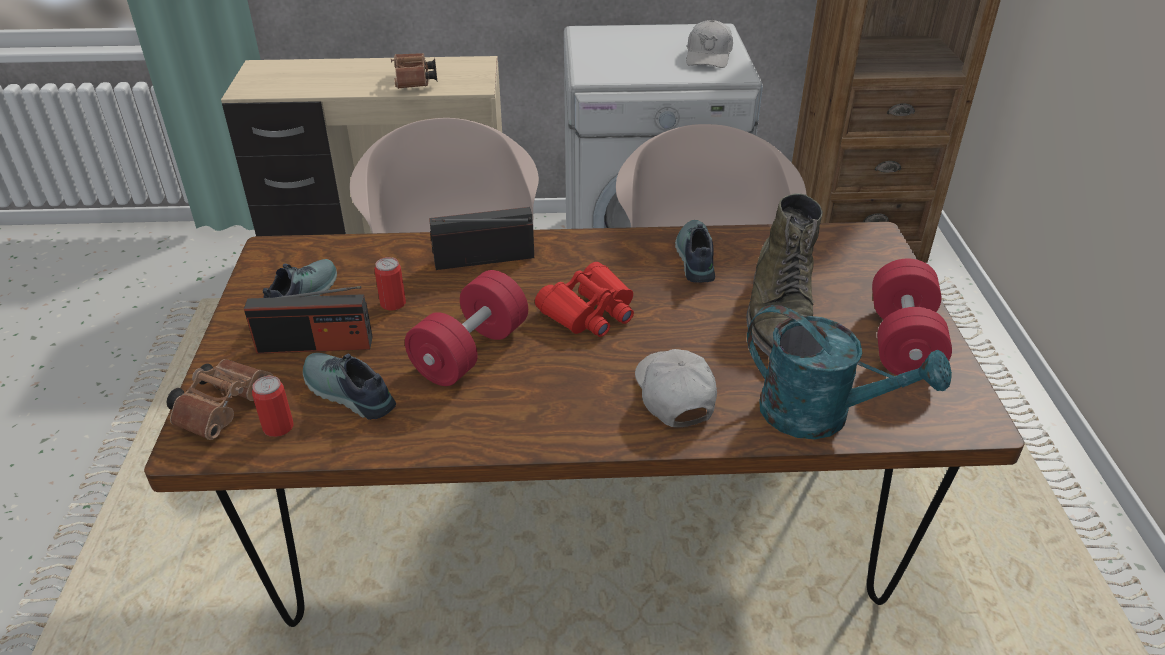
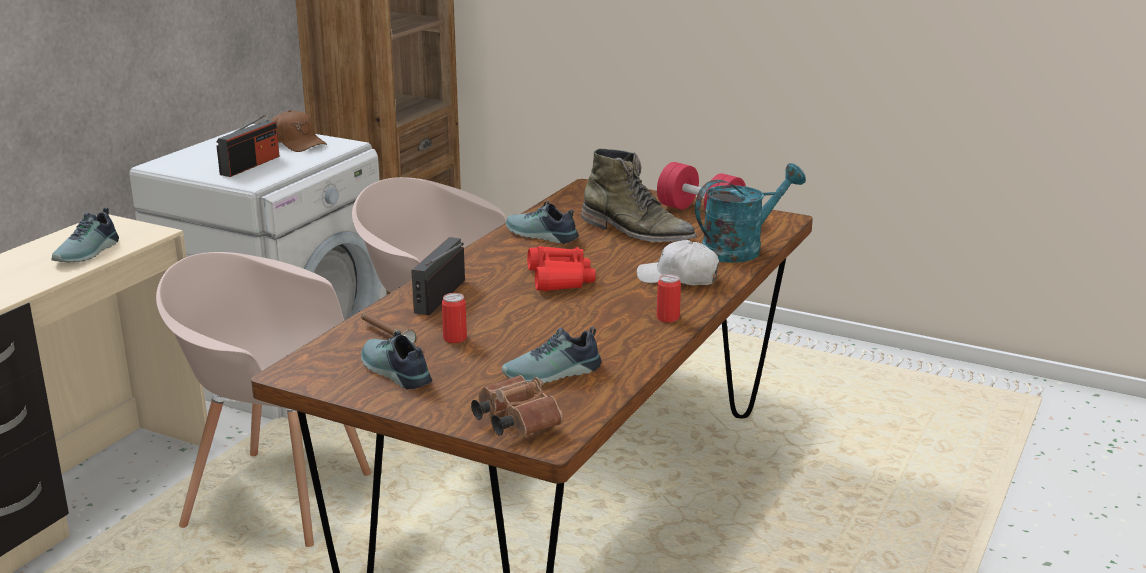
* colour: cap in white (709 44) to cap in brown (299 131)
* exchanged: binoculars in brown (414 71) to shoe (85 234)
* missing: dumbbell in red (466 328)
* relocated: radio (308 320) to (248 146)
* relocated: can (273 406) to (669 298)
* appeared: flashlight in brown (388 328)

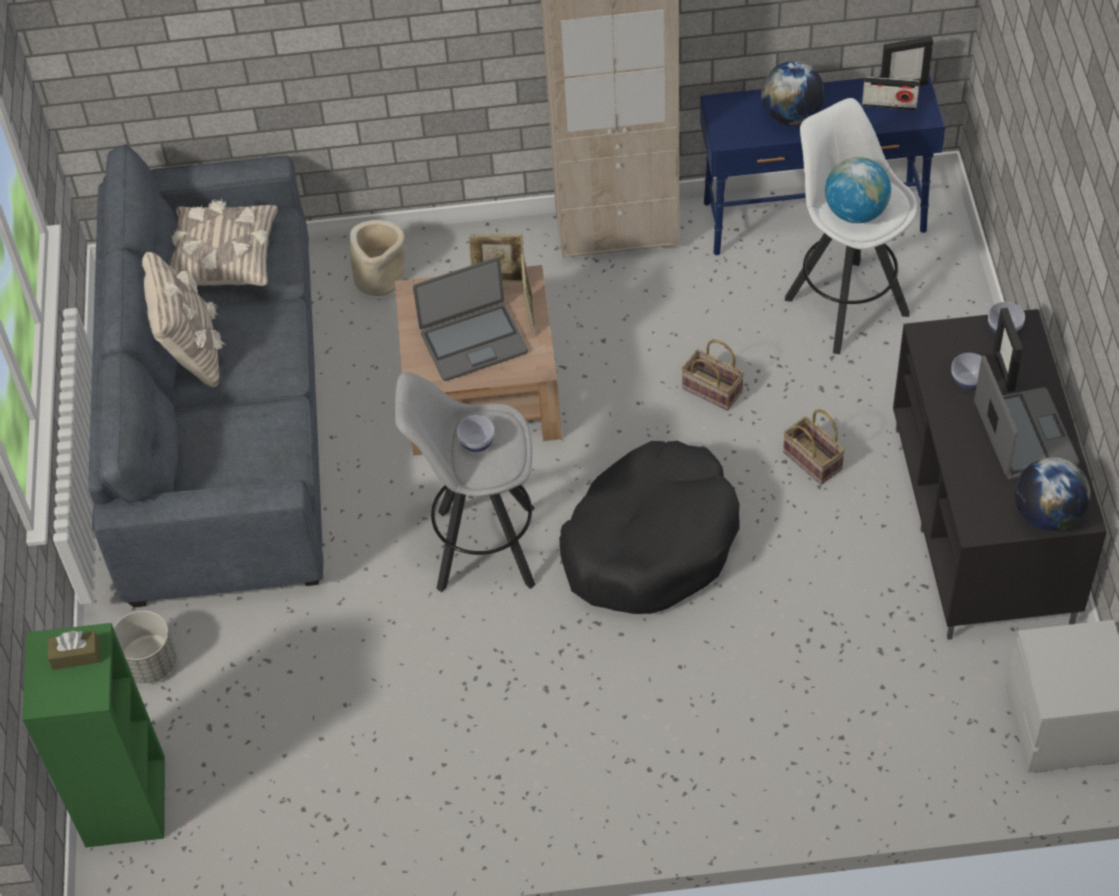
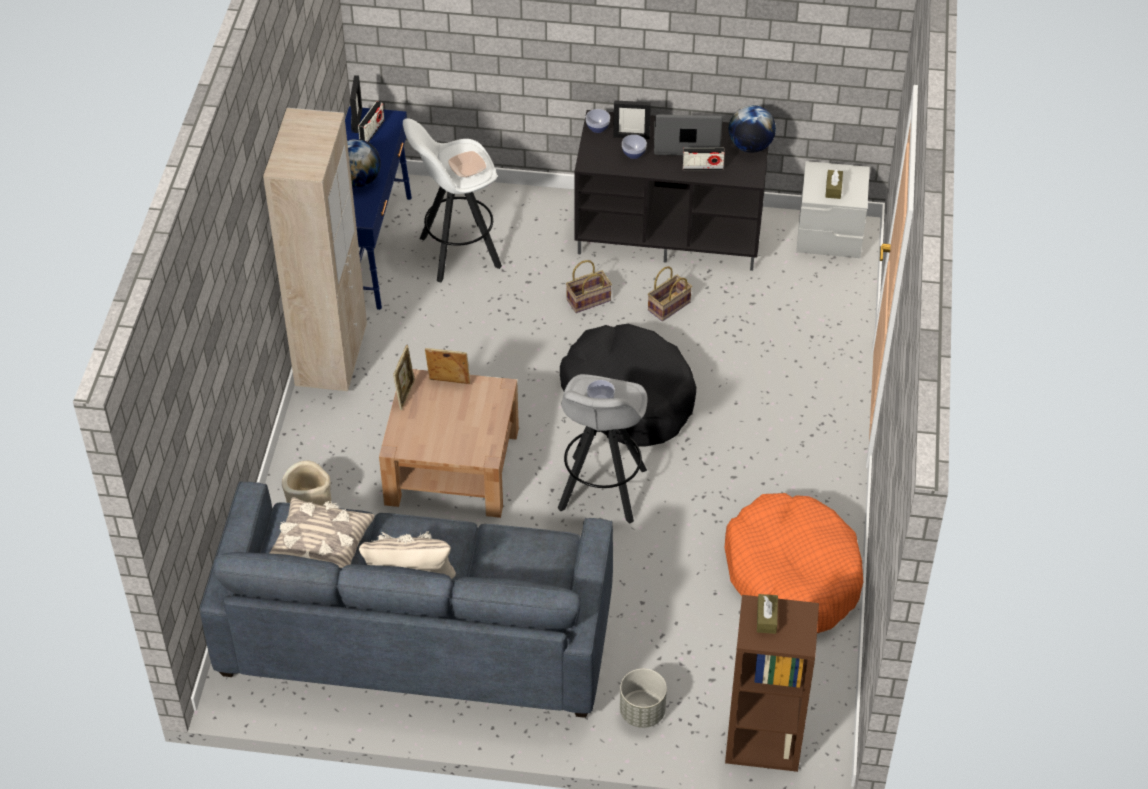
* exchanged: globe (858 190) to bowl (467 164)
* missing: laptop (470 319)
* relocated: basket (712 375) to (670 293)
* colour: bookcase in green (93 735) to bookcase in brown (772 683)
* appeared: radio (703 159)
* appeared: tissue box in brown (834 184)
* appeared: dog bed in orange (794 563)

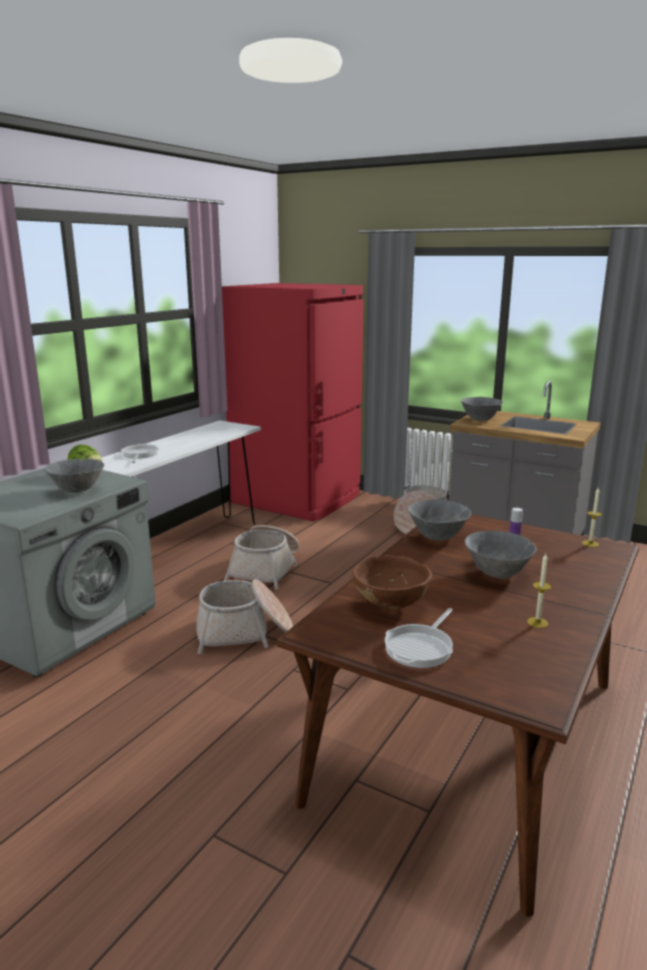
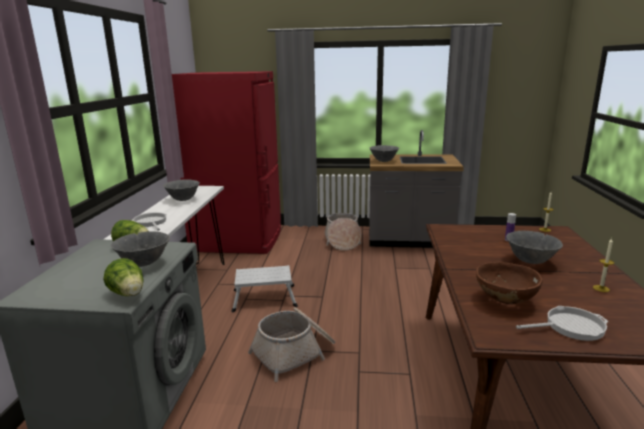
* relocated: bowl in grey (439 520) to (181 190)
* exchanged: basket (261 557) to step ladder in white (264 288)
* spun: frying pan (419 638) = (562 323) 105 degrees counterclockwise
* appeared: lettuce (123 277)

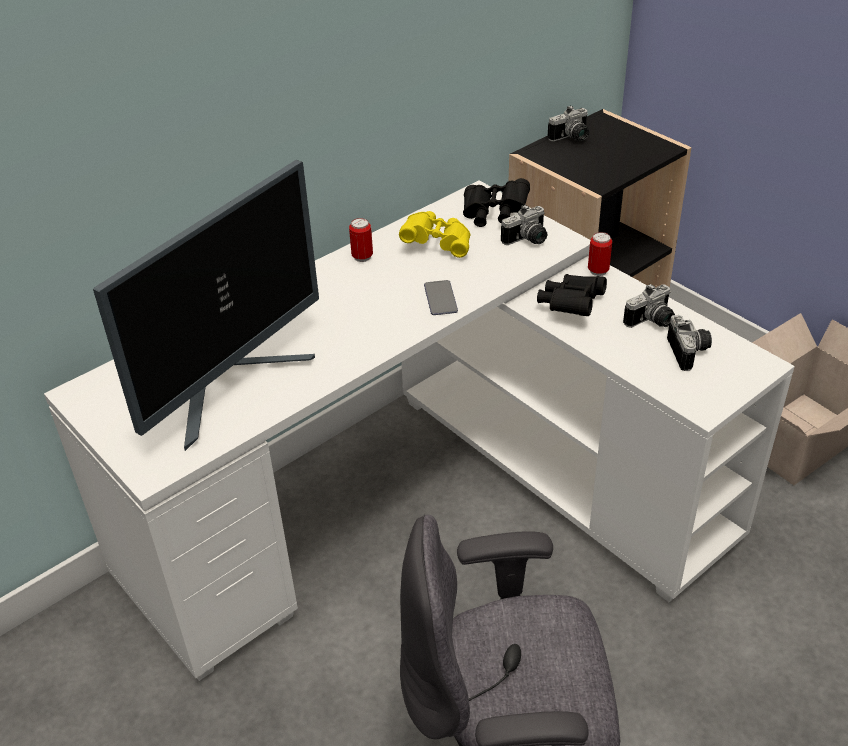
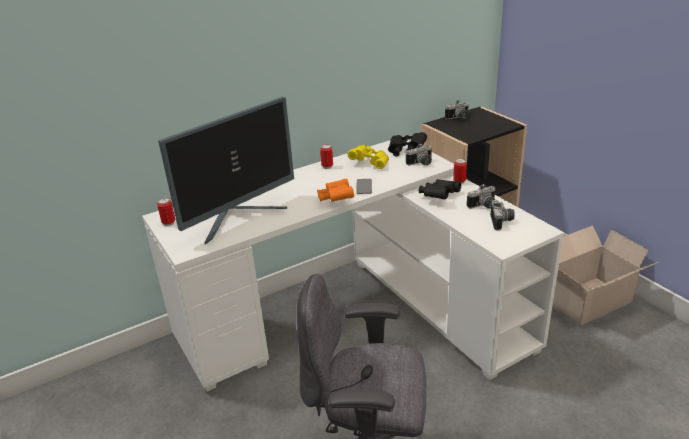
* appeared: binoculars in orange (335 190)
* appeared: can (166 212)

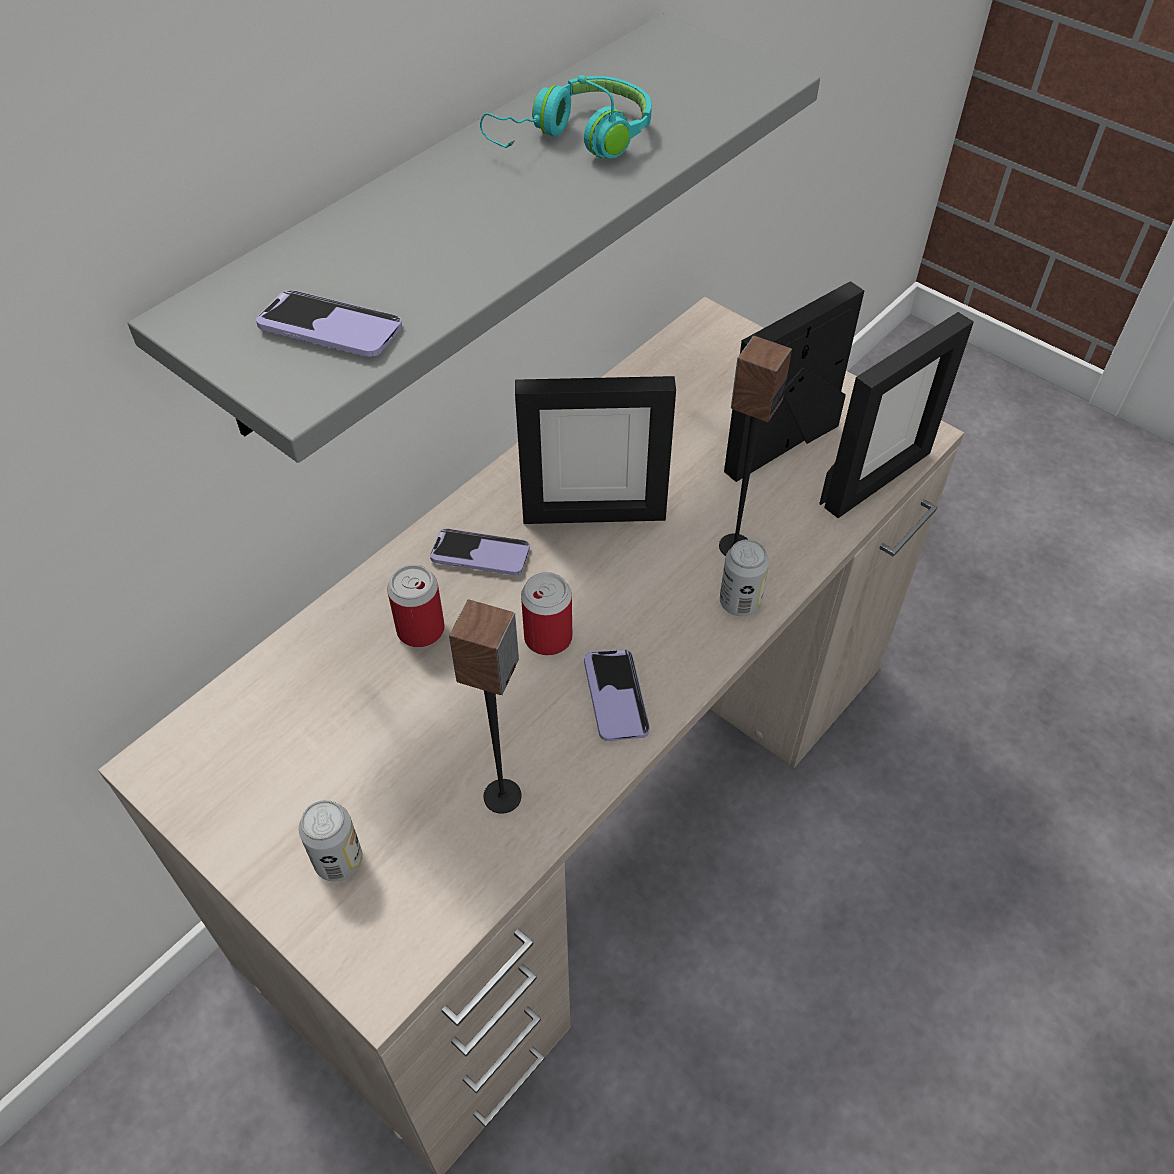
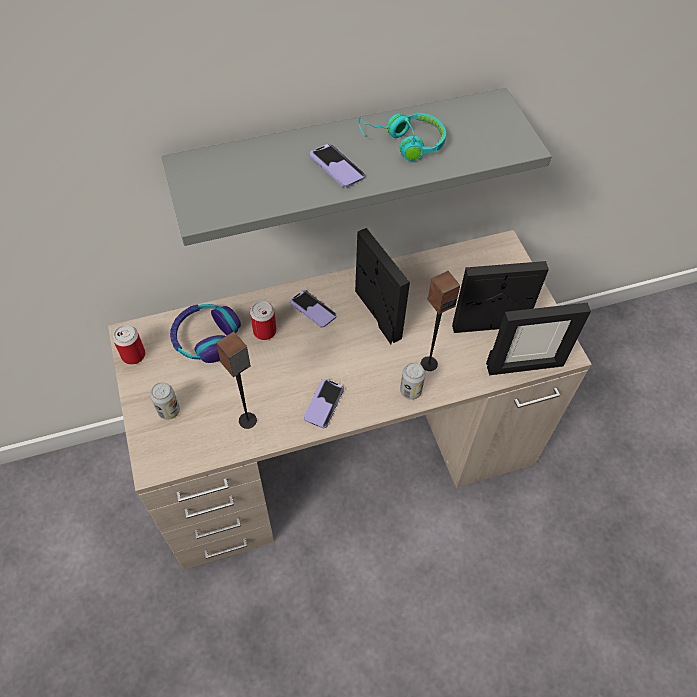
* relocated: phone (329 323) to (337 165)
* spun: picture frame (595 450) = (382 286) 150 degrees counterclockwise
* relocated: can (546 613) to (129 344)
* appeared: headphones (205 333)

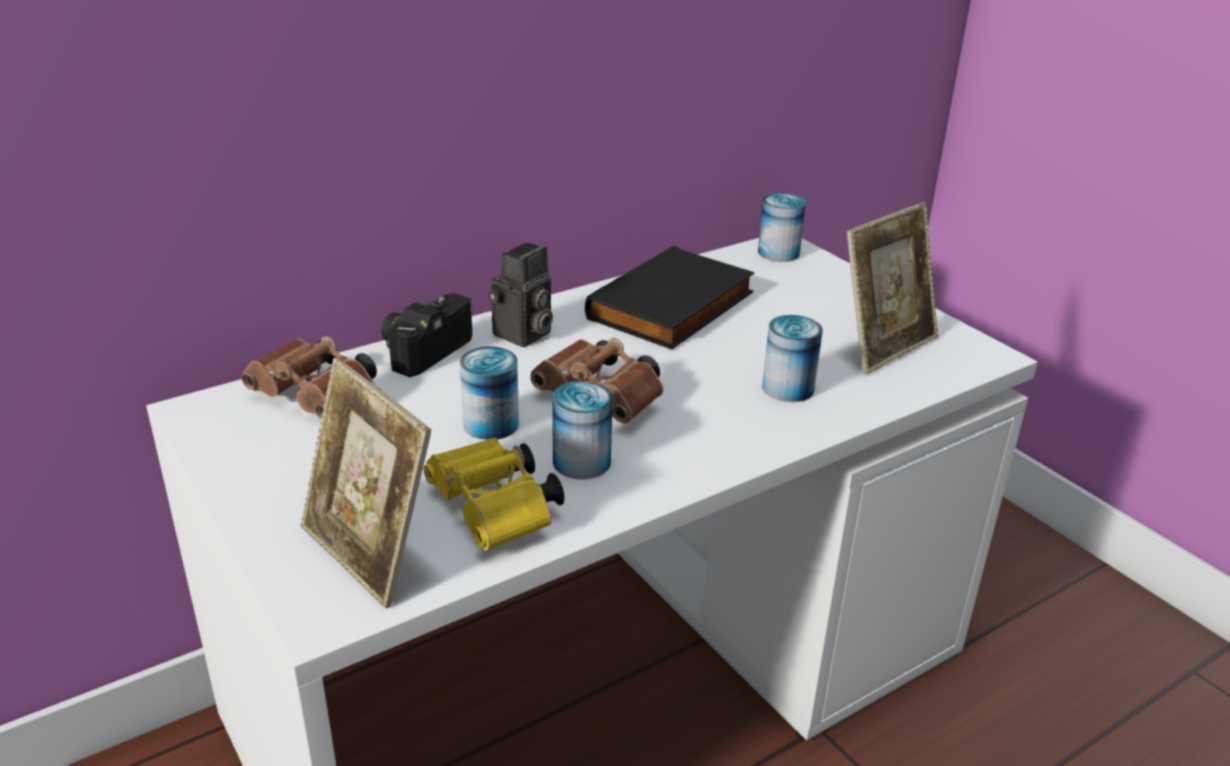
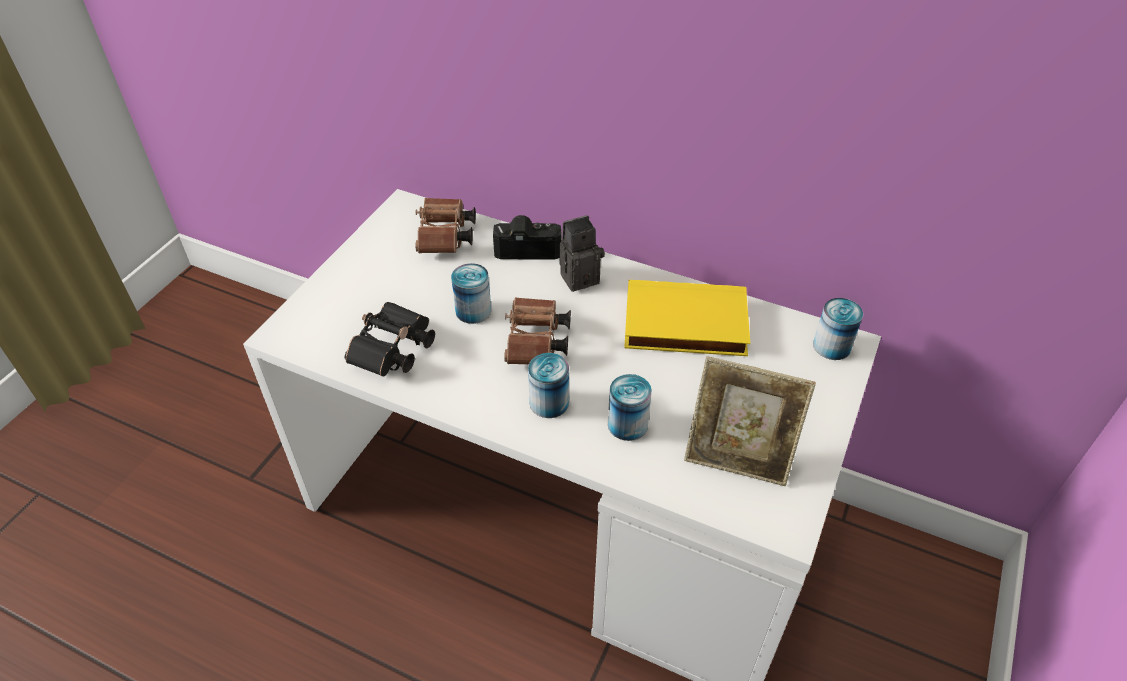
* spun: photo camera (520 294) = (582 253) 150 degrees clockwise
* colour: book in black (670 297) to book in yellow (687 318)
* missing: picture frame (366 483)
* relocated: can (582 430) to (548 385)
* colour: binoculars in yellow (494 494) to binoculars in black (390 339)

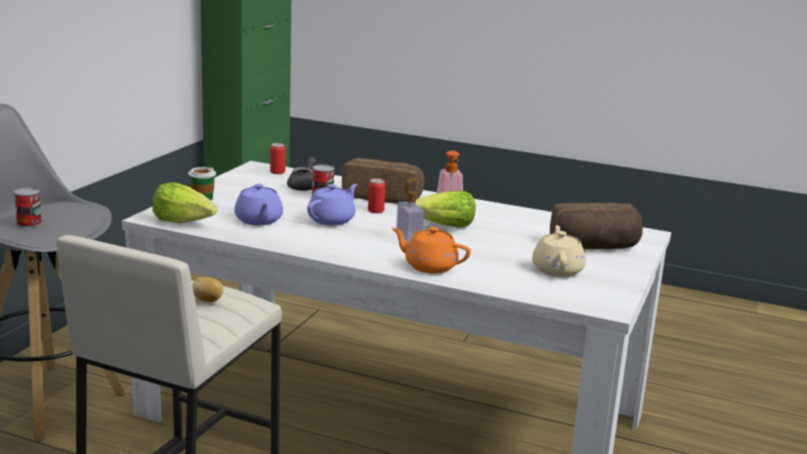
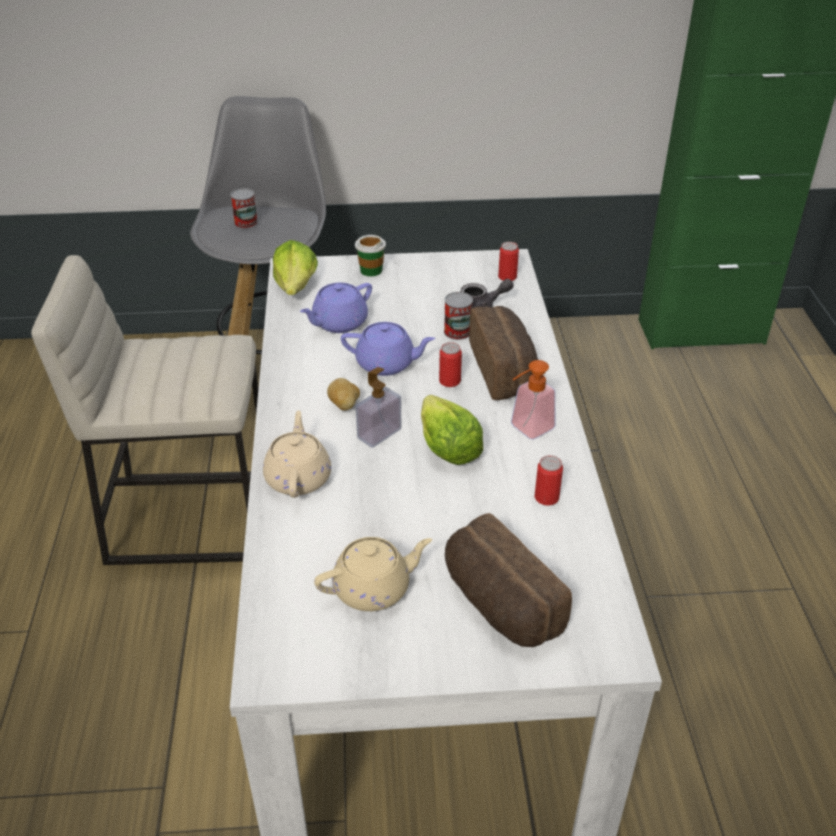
* colour: teapot in orange (431 250) to teapot in beige (297 454)
* relocated: potato (208 289) to (343 394)
* appeared: can (549 480)

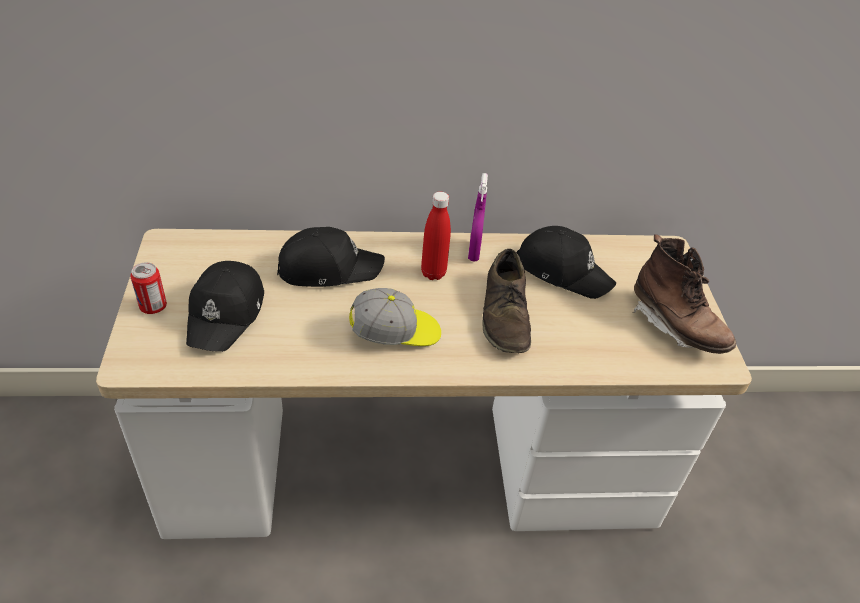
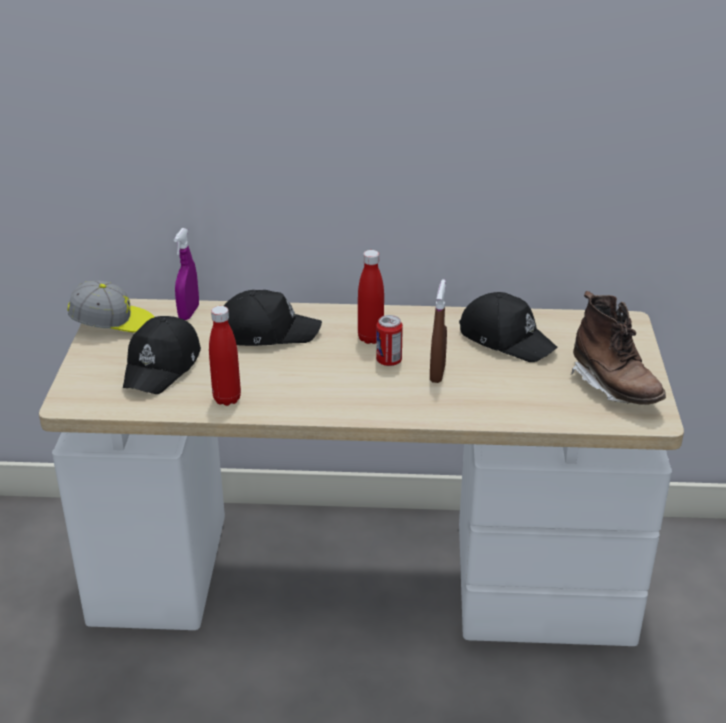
* relocated: spray bottle in purple (478 217) to (186 274)
* exchanged: shoe in brown (506 301) to spray bottle in brown (438 331)
* relocated: can (148 288) to (389 340)
* relocated: cap (395 317) to (111 307)
* appeared: bottle in red (225 356)

